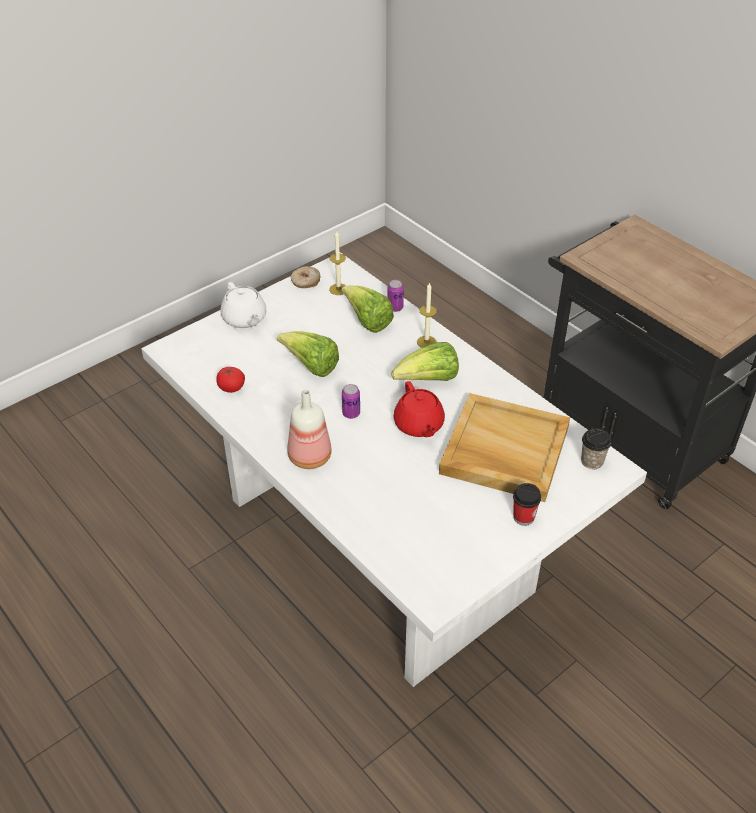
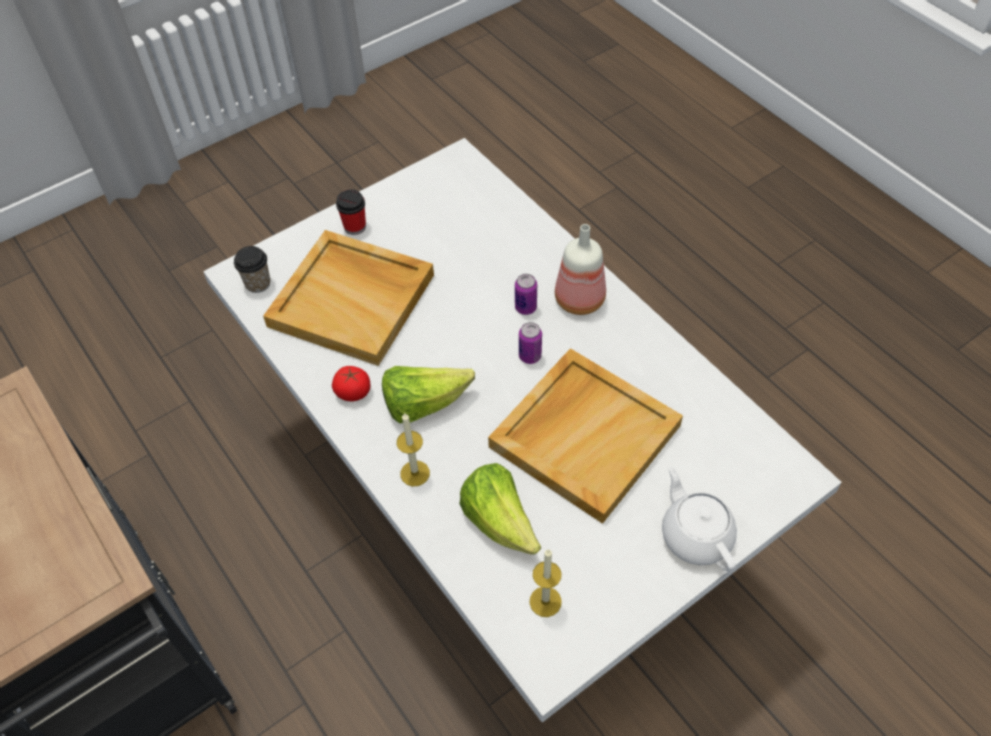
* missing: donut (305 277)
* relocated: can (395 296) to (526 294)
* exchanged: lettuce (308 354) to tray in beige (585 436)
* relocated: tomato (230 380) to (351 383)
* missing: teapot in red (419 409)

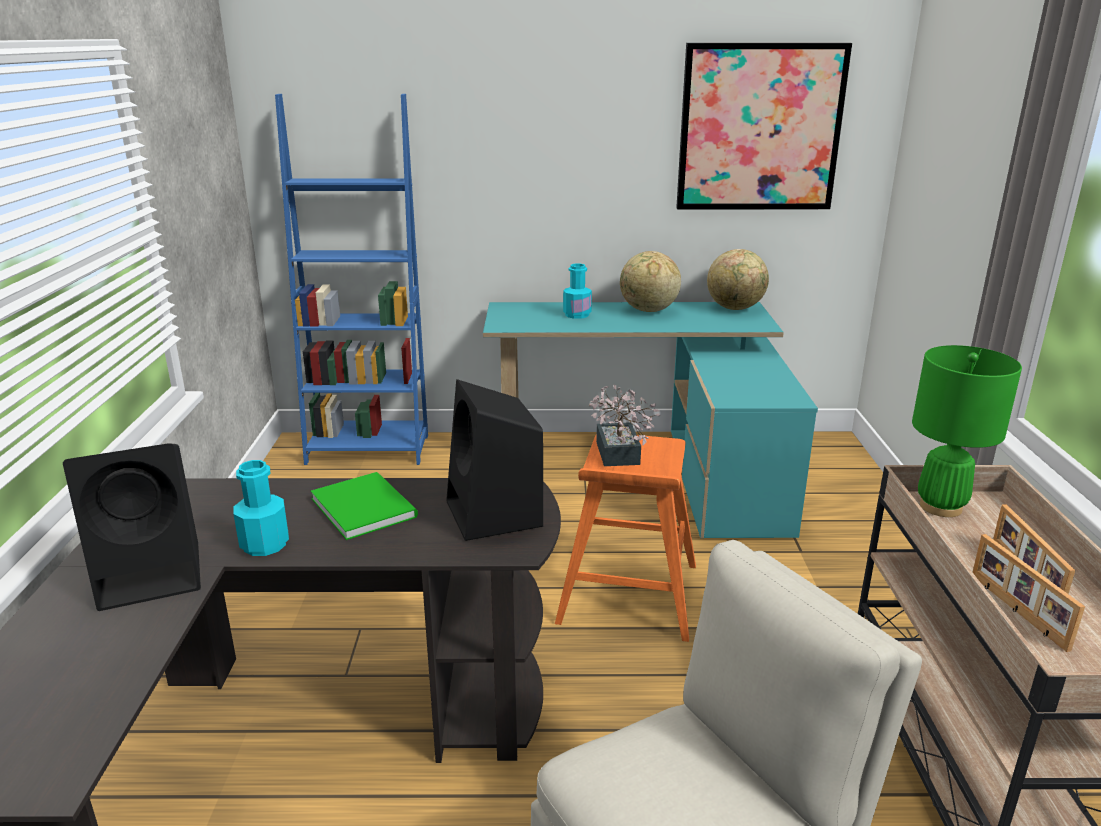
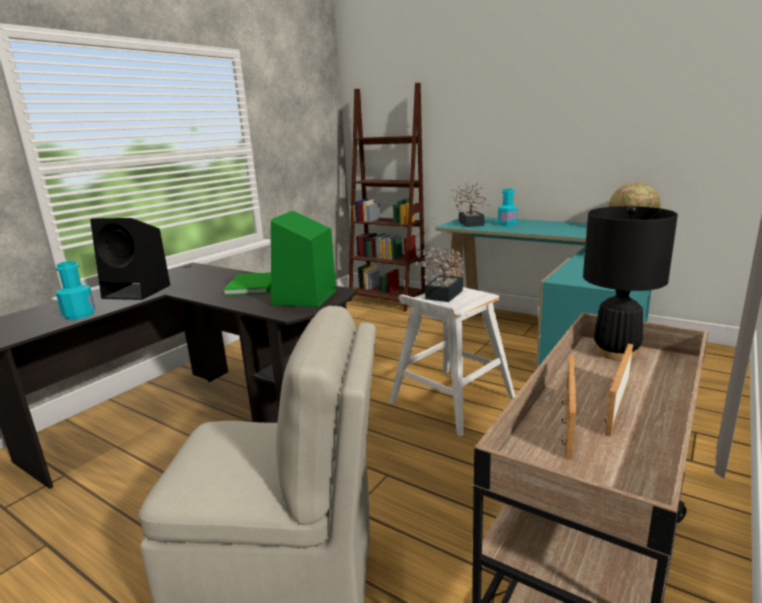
* missing: picture (764 126)
* colour: bookcase in blue (351 279) to bookcase in brown (386 197)
* missing: globe (650 281)
* colour: table lamp in green (967 431) to table lamp in black (630 283)
* colour: speaker in black (494 460) to speaker in green (303 259)
* colour: stool in orange (625 538) to stool in white (452 361)
* relocated: bottle in turquoise (261 508) to (75 290)
* appeared: potted plant (470 204)

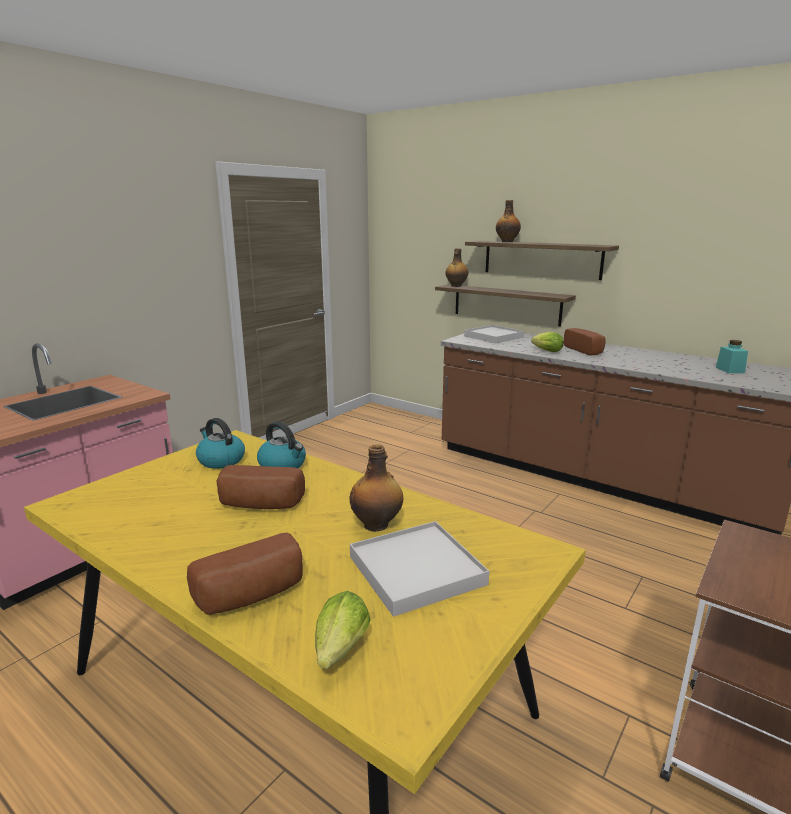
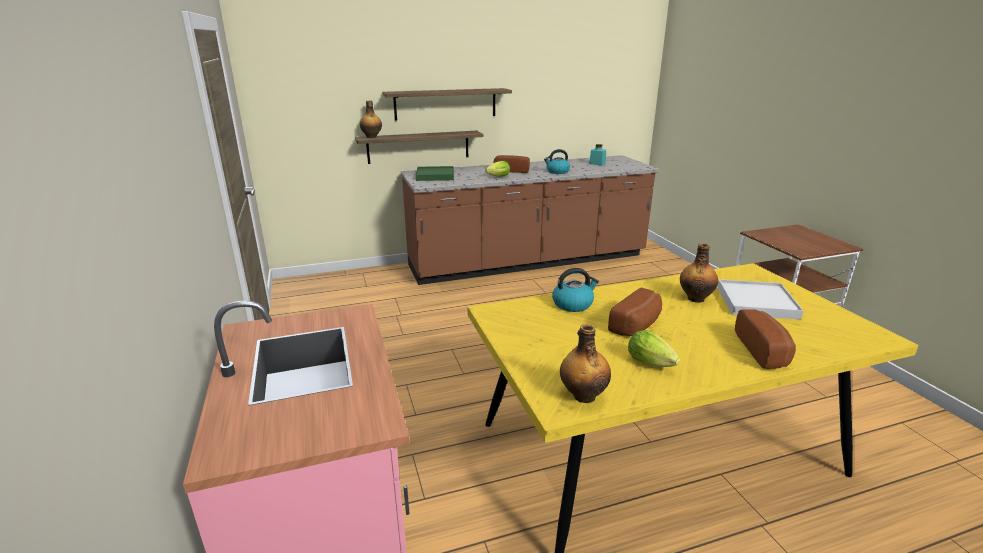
* relocated: bottle (508 221) to (585 363)
* colour: tray in white (494 334) to tray in green (435 173)
* relocated: kettle (220 443) to (557 161)
* relocated: lettuce (343 630) to (654 348)

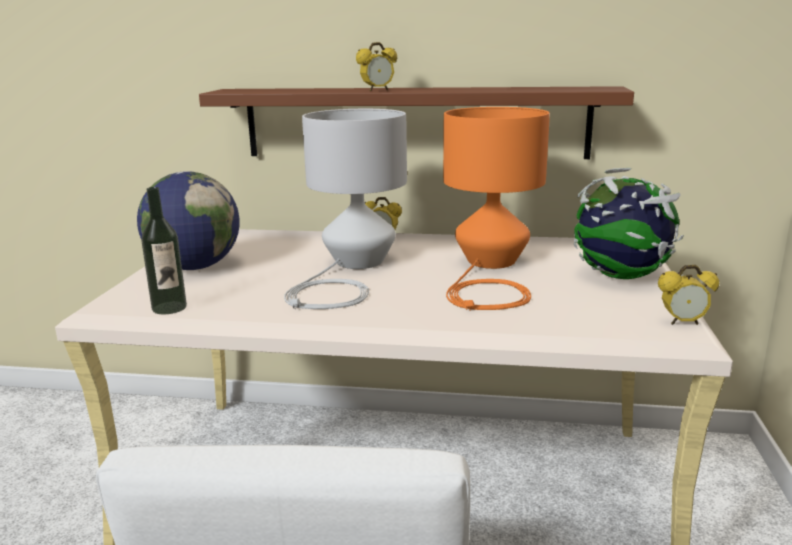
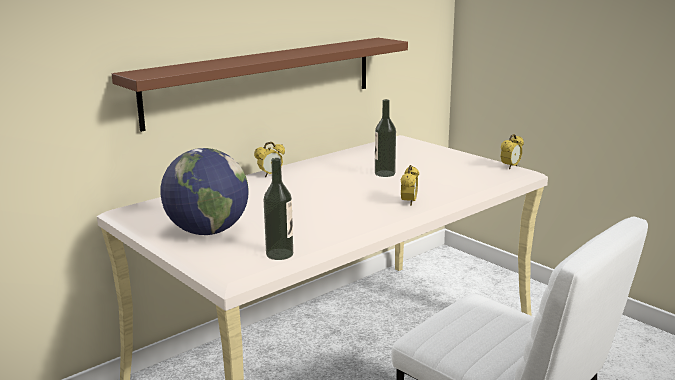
* relocated: alarm clock (376 66) to (410 185)
* exchanged: table lamp in orange (496 208) to bottle (385 138)
* missing: table lamp in white (345 209)
* missing: globe (629 223)

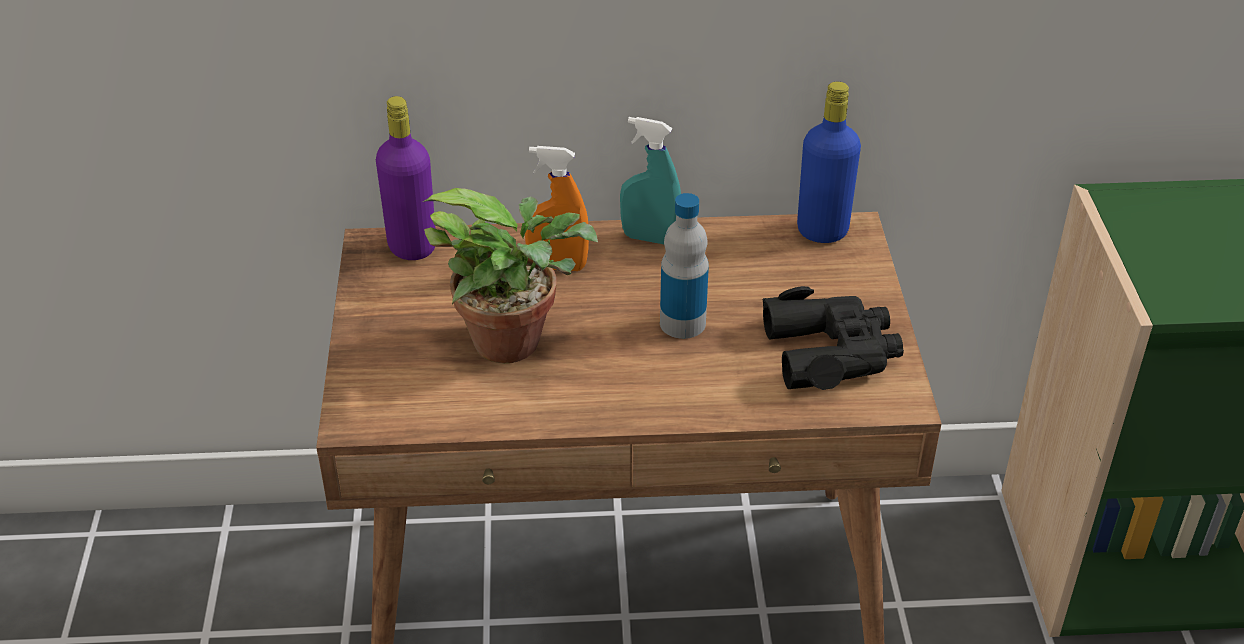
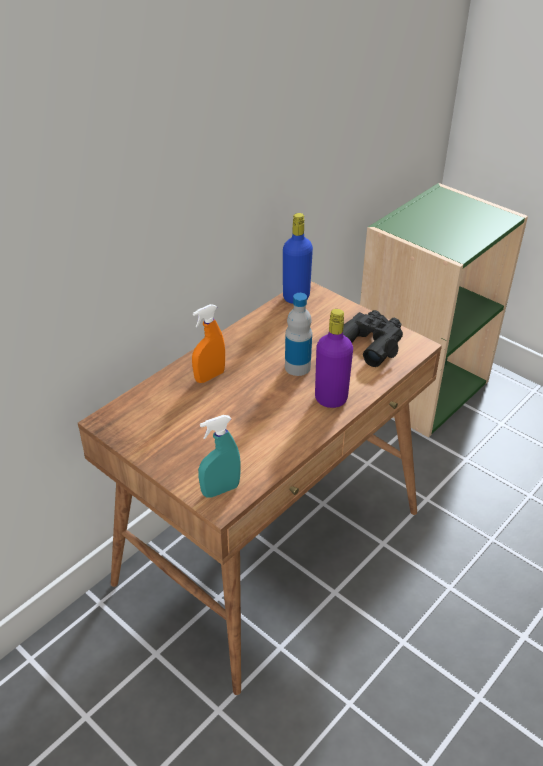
* relocated: bottle in purple (406 178) to (334 358)
* relocated: spray bottle in turquoise (650 180) to (219 456)
* missing: potted plant (510 275)

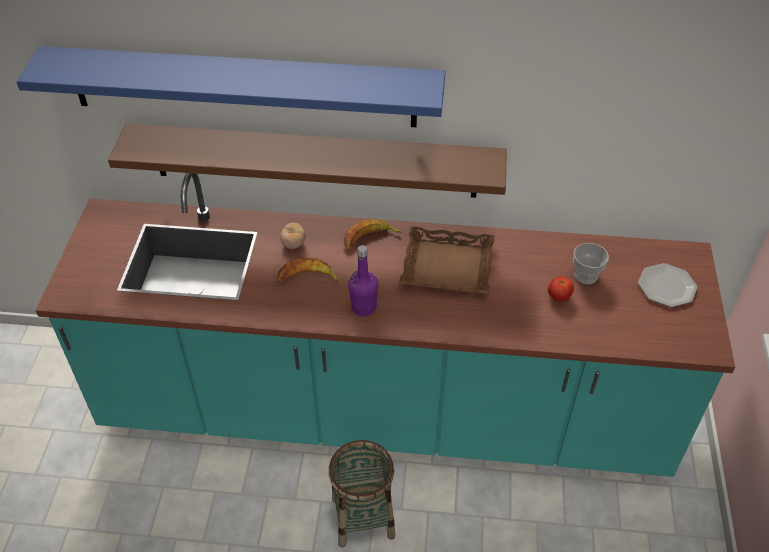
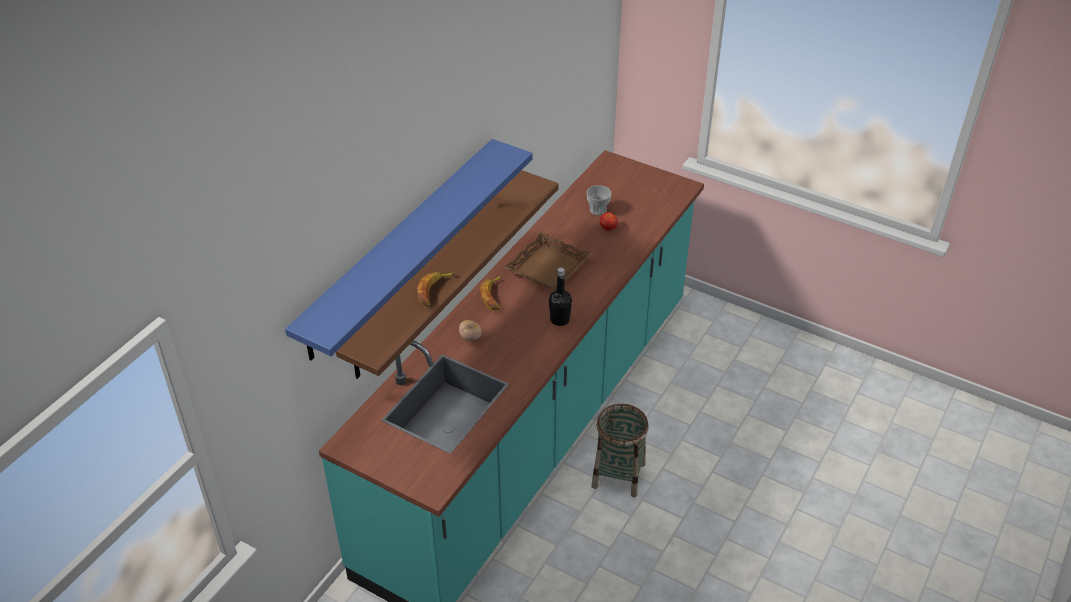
* colour: bottle in purple (363 280) to bottle in black (560 297)
* relocated: banana (309 270) to (436 289)
* missing: plate (668 285)

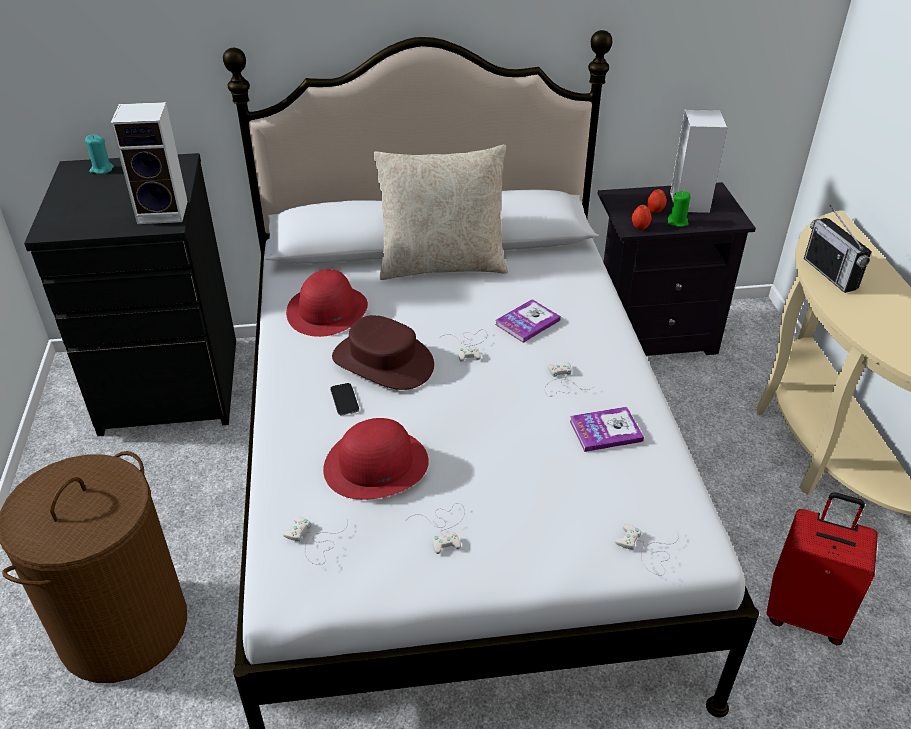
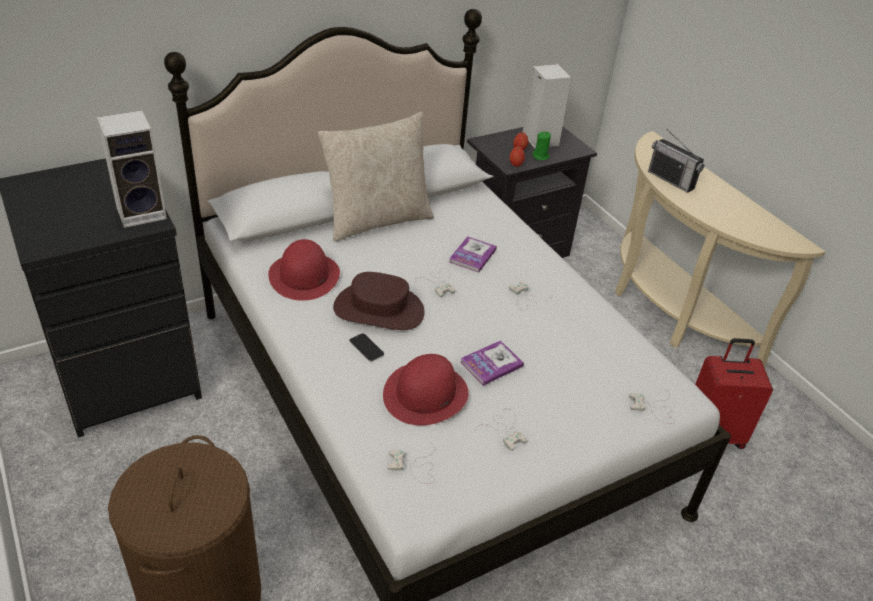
* missing: candle in turquoise (99 154)
* relocated: book (607 429) to (492 363)

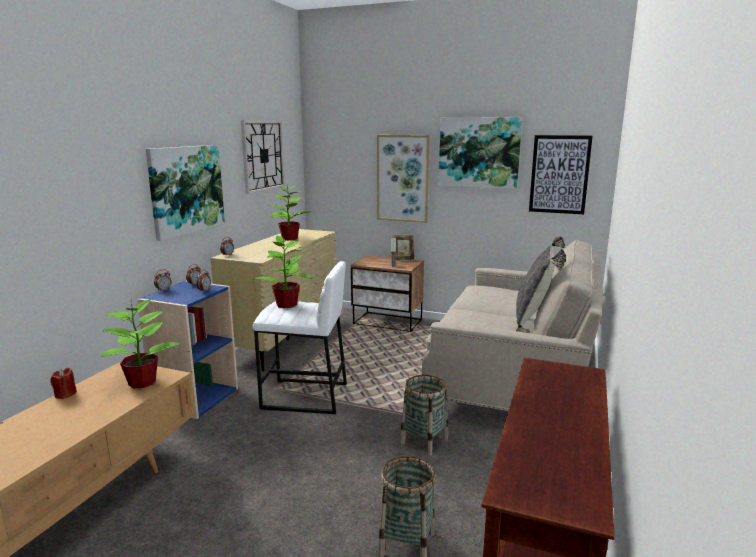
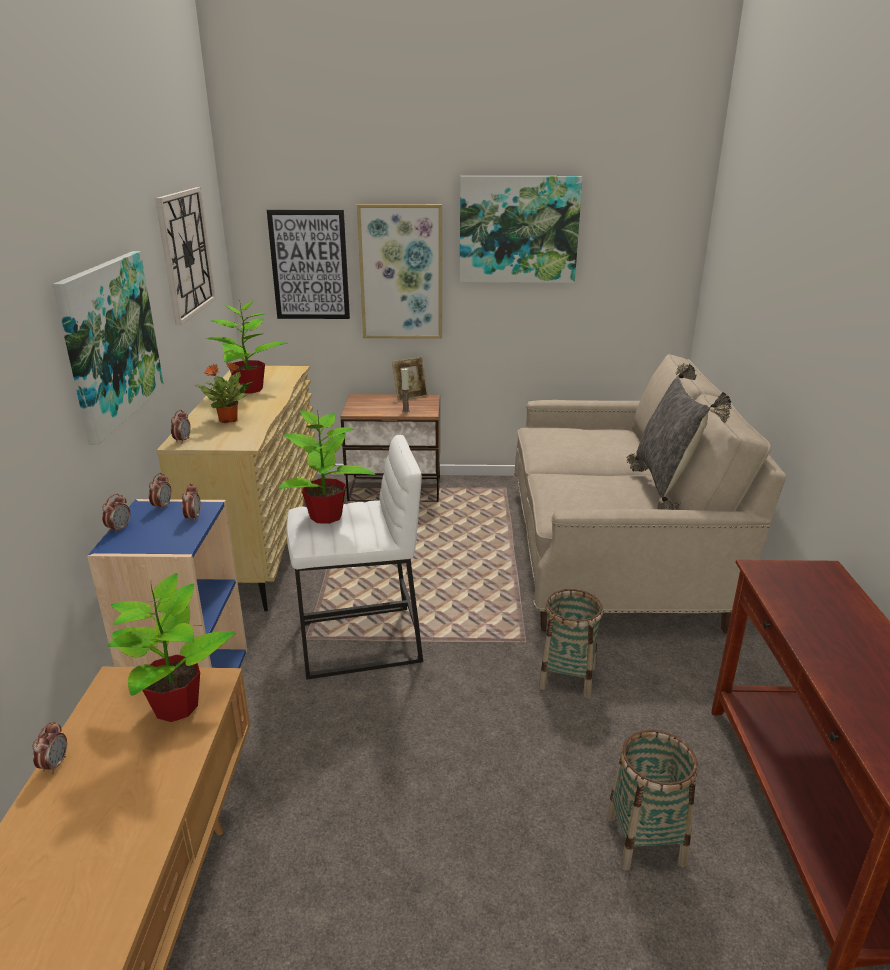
* relocated: picture (561 174) to (308 264)
* exchanged: candle in red (63 383) to alarm clock (49 747)
* appeared: potted plant (223 392)

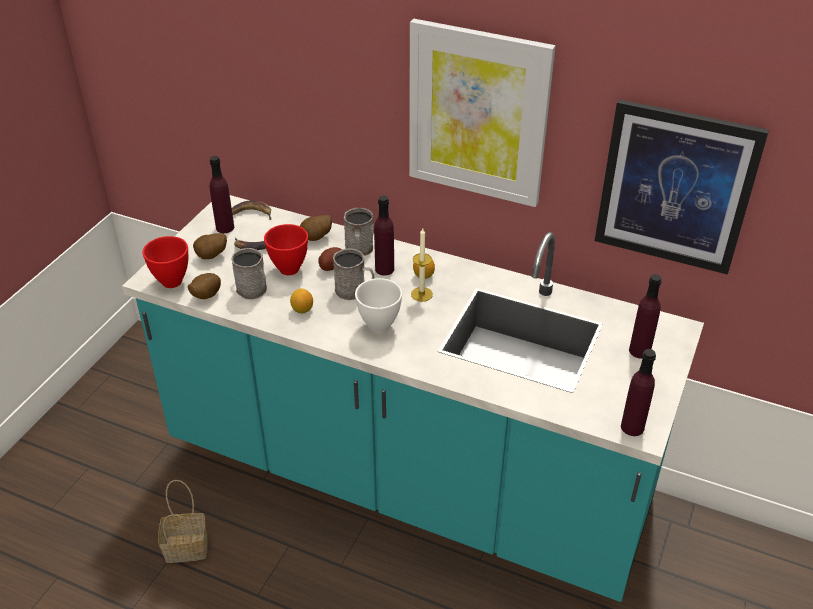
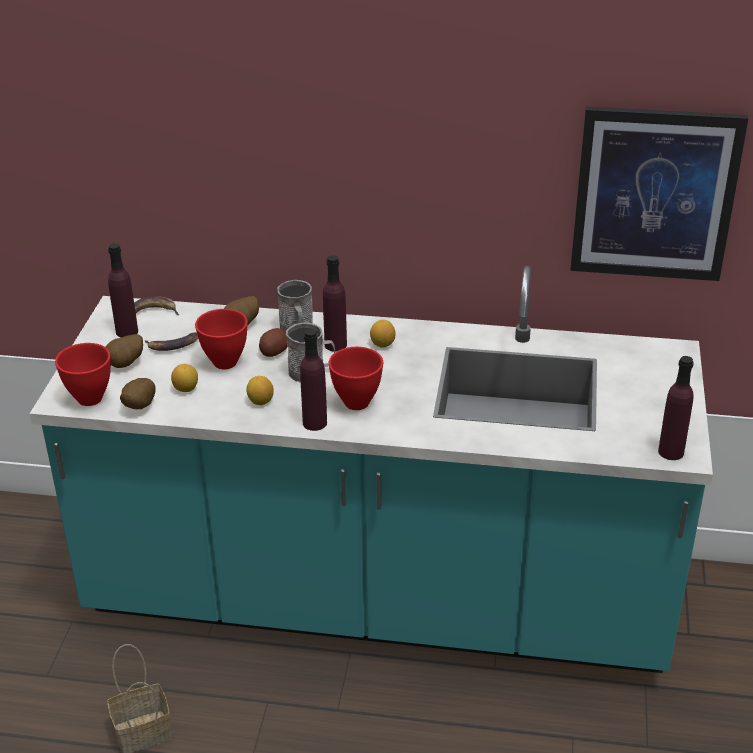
* missing: picture (482 113)
* missing: candle (422 265)
* exchanged: mug in grey (249 273) to lemon (184 378)
* relocated: bottle in purple (645 316) to (313 380)
* colour: bowl in white (378 305) to bowl in red (356 378)

